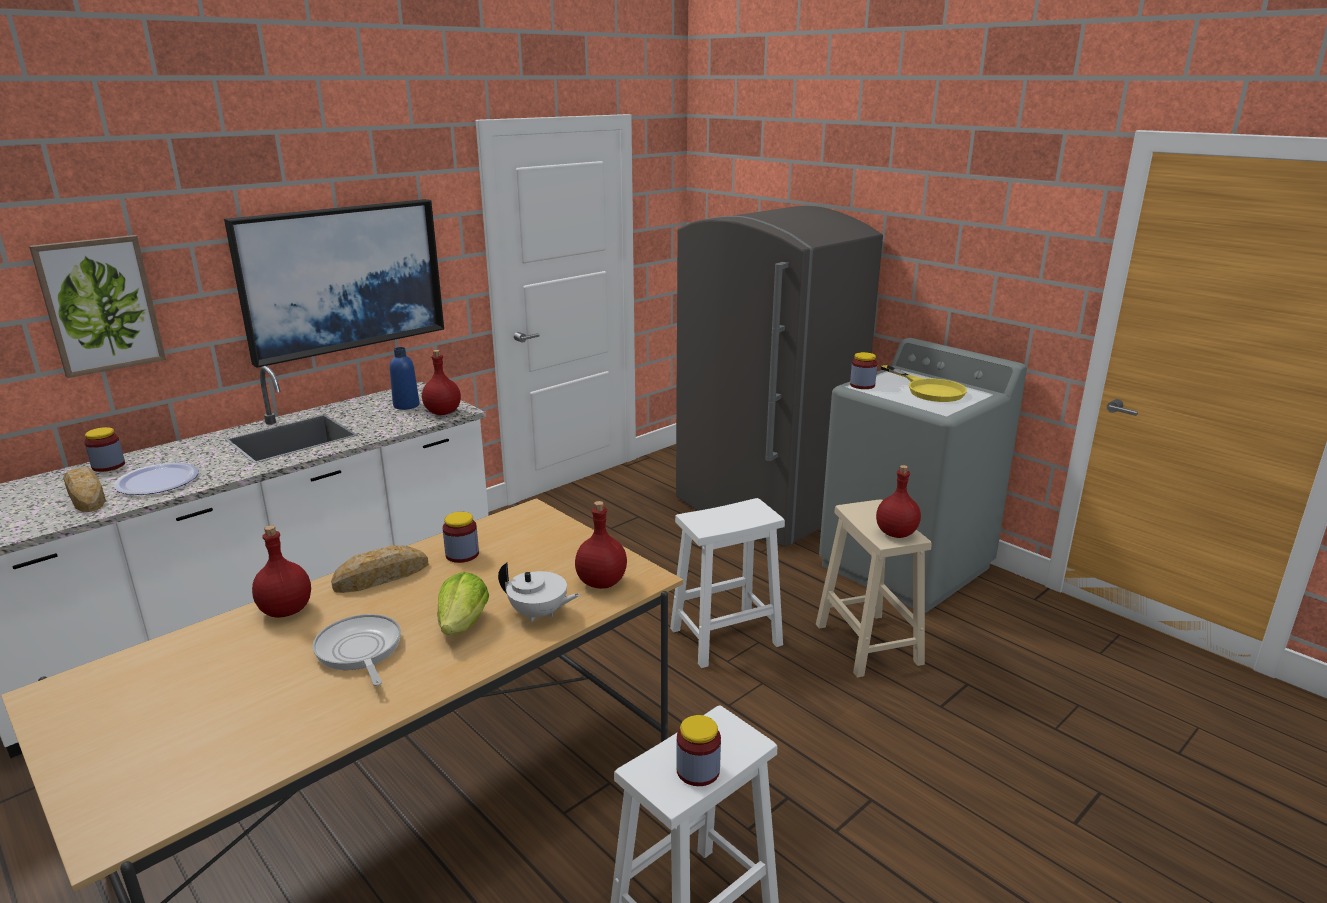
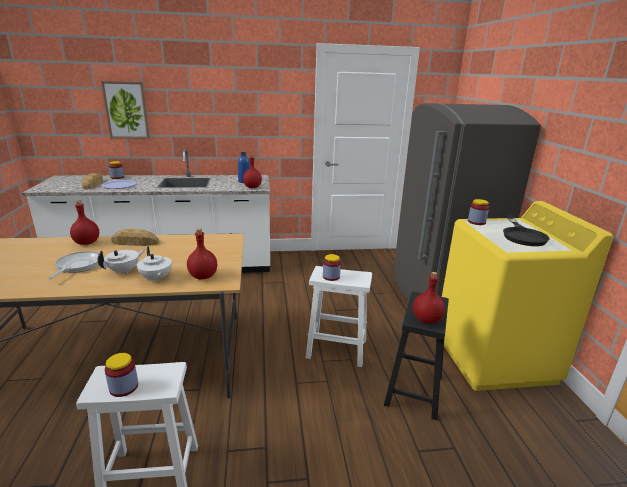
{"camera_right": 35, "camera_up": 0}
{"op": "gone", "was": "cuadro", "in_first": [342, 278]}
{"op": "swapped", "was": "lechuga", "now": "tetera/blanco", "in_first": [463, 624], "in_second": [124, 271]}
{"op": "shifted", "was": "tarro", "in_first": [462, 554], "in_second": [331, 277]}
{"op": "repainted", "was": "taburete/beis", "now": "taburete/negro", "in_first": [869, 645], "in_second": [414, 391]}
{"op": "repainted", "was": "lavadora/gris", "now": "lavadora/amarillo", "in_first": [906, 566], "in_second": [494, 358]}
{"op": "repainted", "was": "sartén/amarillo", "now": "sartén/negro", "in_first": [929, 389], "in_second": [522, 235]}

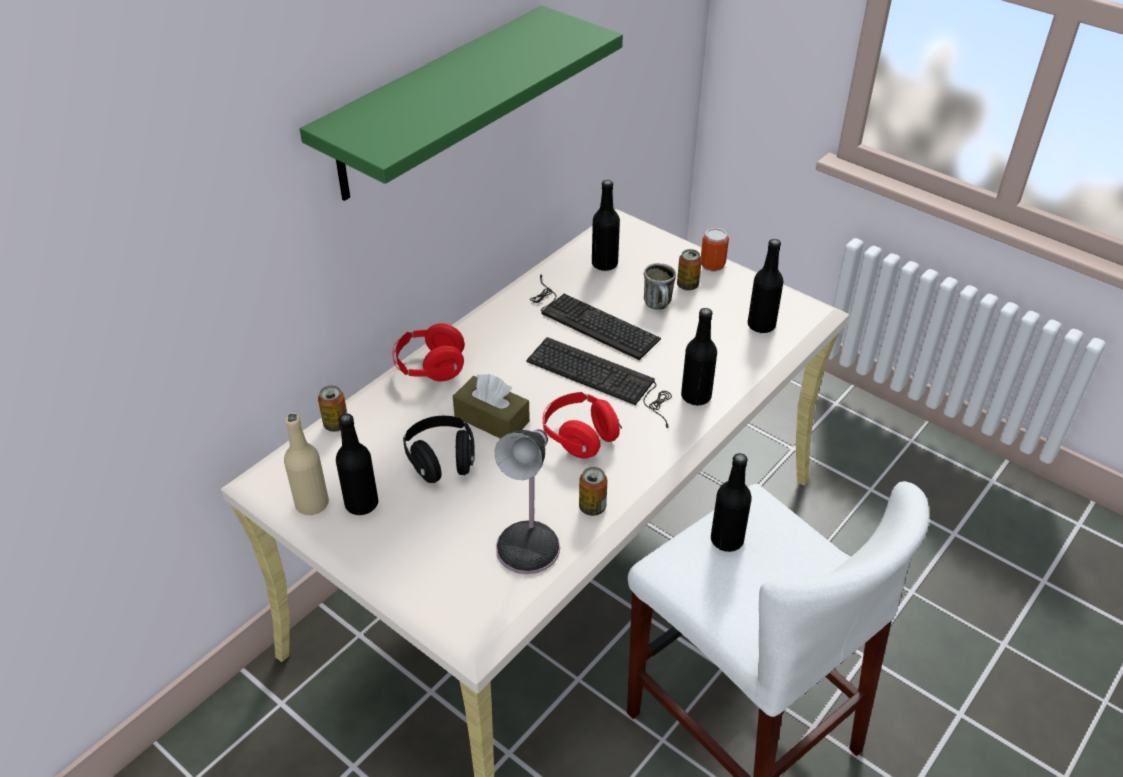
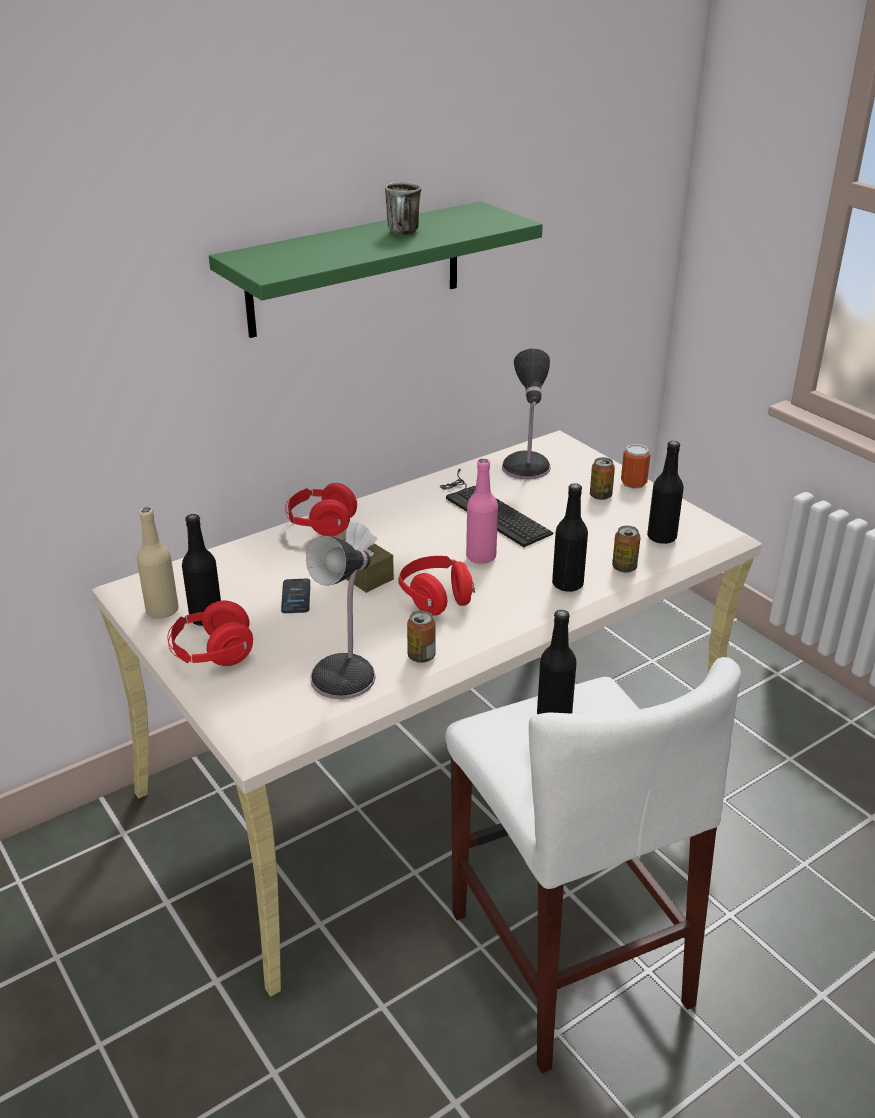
{"camera_right": 15, "camera_up": -10}
{"op": "shifted", "was": "lata", "in_first": [336, 424], "in_second": [624, 567]}
{"op": "swapped", "was": "auriculares/negro", "now": "móvil", "in_first": [441, 461], "in_second": [296, 597]}
{"op": "swapped", "was": "teclado", "now": "botella/rosa", "in_first": [603, 379], "in_second": [481, 557]}
{"op": "swapped", "was": "botella/negro", "now": "lámpara de mesa", "in_first": [604, 264], "in_second": [525, 469]}
{"op": "shifted", "was": "taza grande", "in_first": [659, 306], "in_second": [404, 233]}
{"op": "new", "now": "auriculares/rojo", "in_second": [212, 654]}

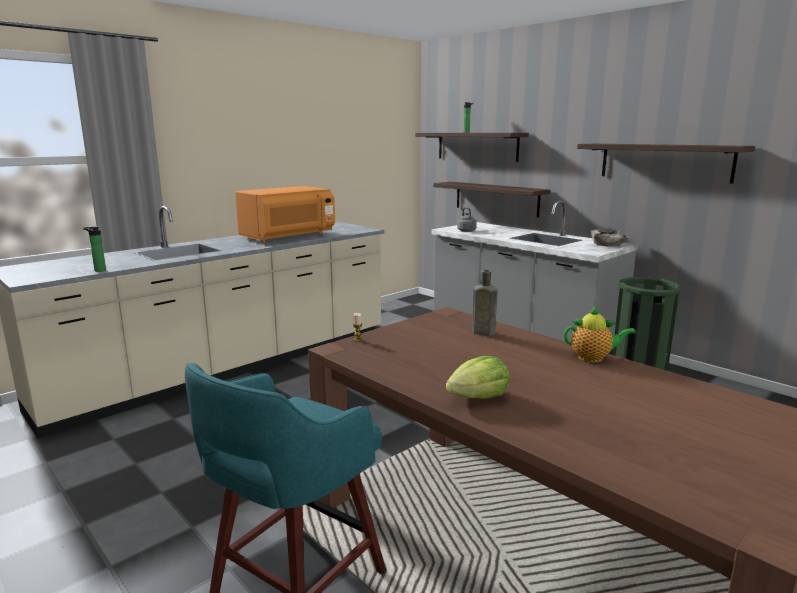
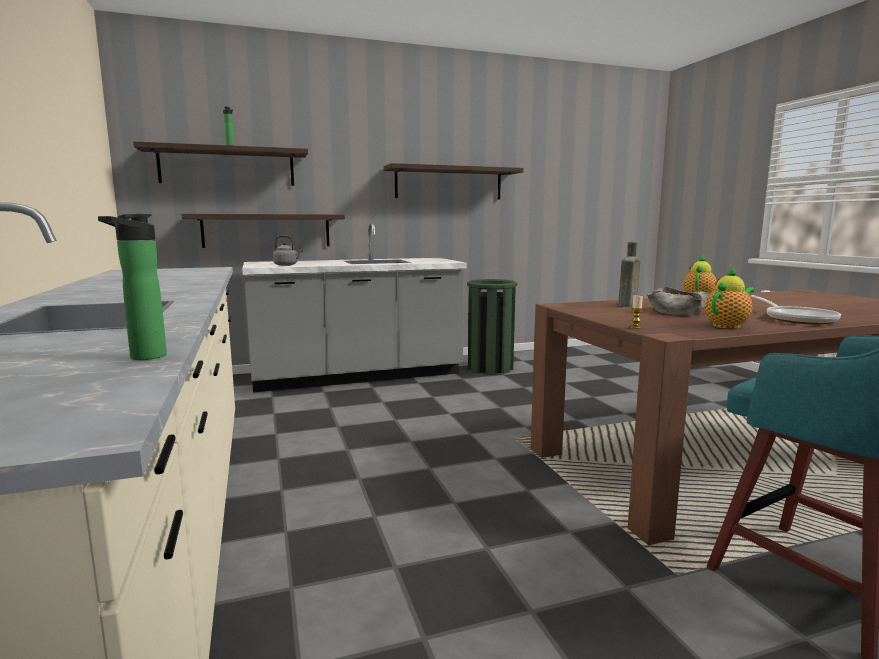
{"camera_right": -65, "camera_up": -5}
{"op": "gone", "was": "microondas/naranja", "in_first": [288, 237]}
{"op": "swapped", "was": "lechuga", "now": "sartén", "in_first": [479, 397], "in_second": [797, 319]}
{"op": "shifted", "was": "cuenco/beis", "in_first": [608, 244], "in_second": [678, 312]}
{"op": "new", "now": "tetera", "in_second": [728, 325]}

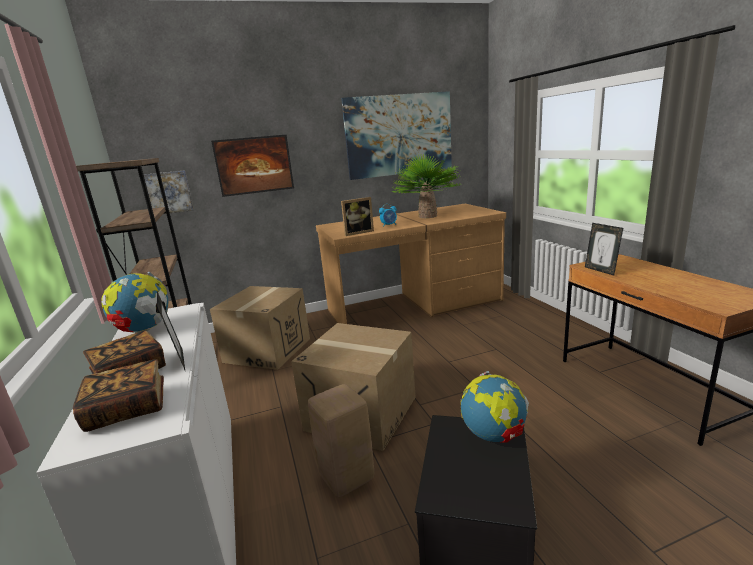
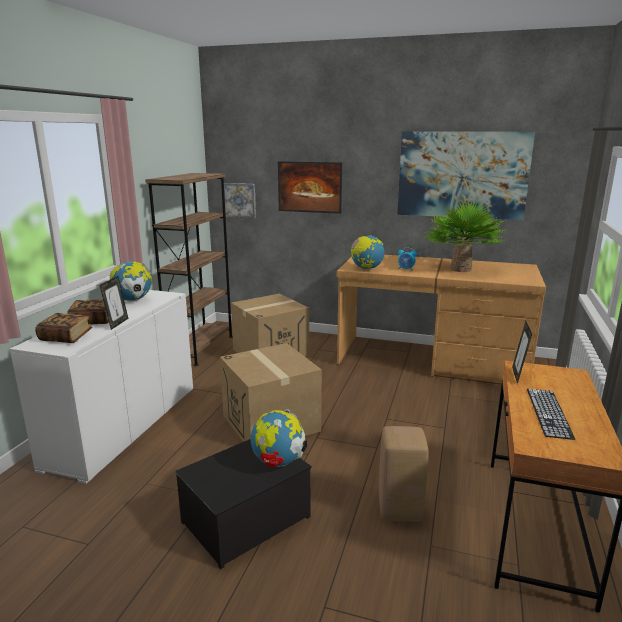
{"camera_right": 35, "camera_up": 0}
{"op": "shifted", "was": "taburete/beis", "in_first": [345, 477], "in_second": [399, 509]}
{"op": "swapped", "was": "portarretratos", "now": "globo terráqueo", "in_first": [358, 232], "in_second": [366, 269]}
{"op": "new", "now": "teclado", "in_second": [549, 412]}

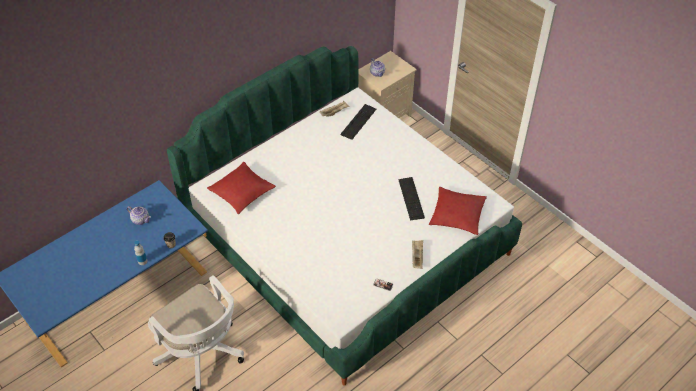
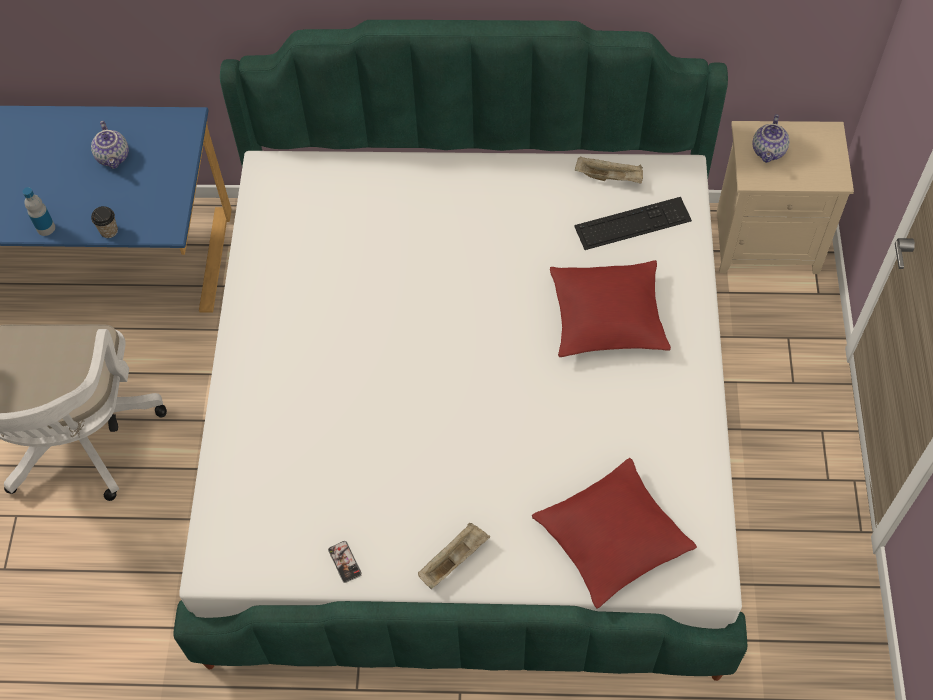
{"camera_right": 45, "camera_up": 10}
{"op": "shifted", "was": "cojín/rojo", "in_first": [242, 192], "in_second": [607, 317]}
{"op": "gone", "was": "teclado", "in_first": [411, 198]}

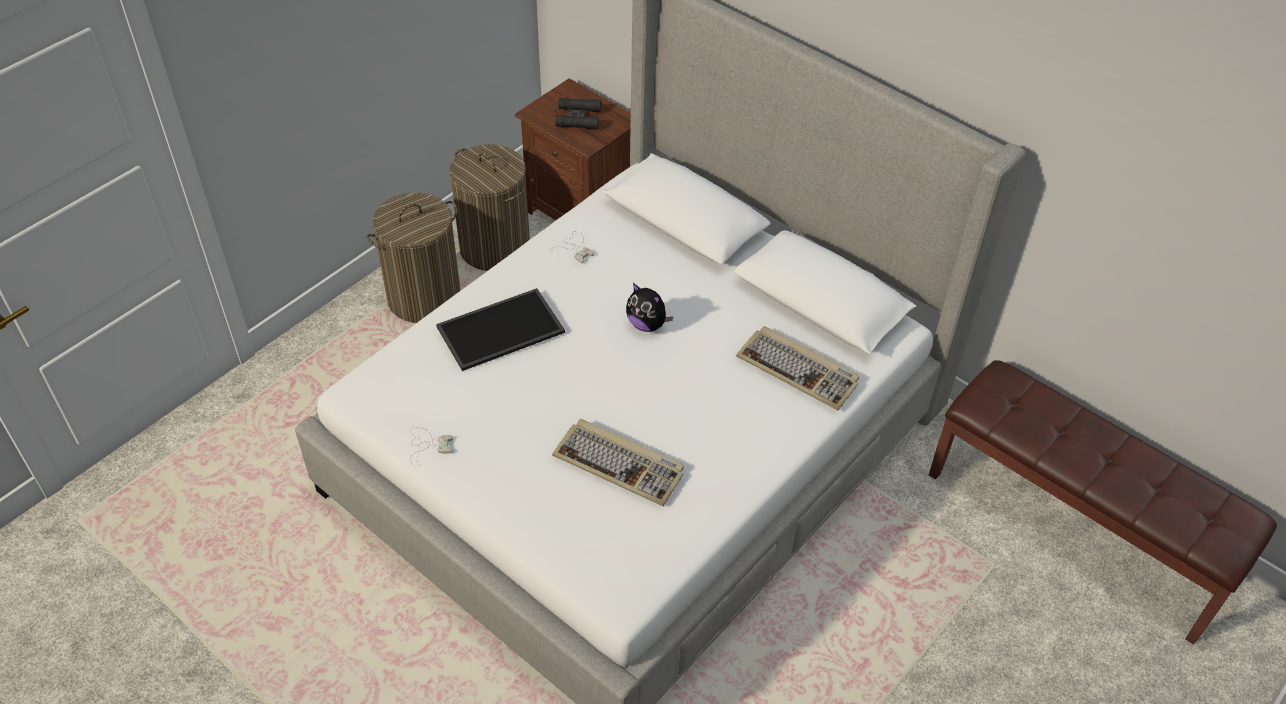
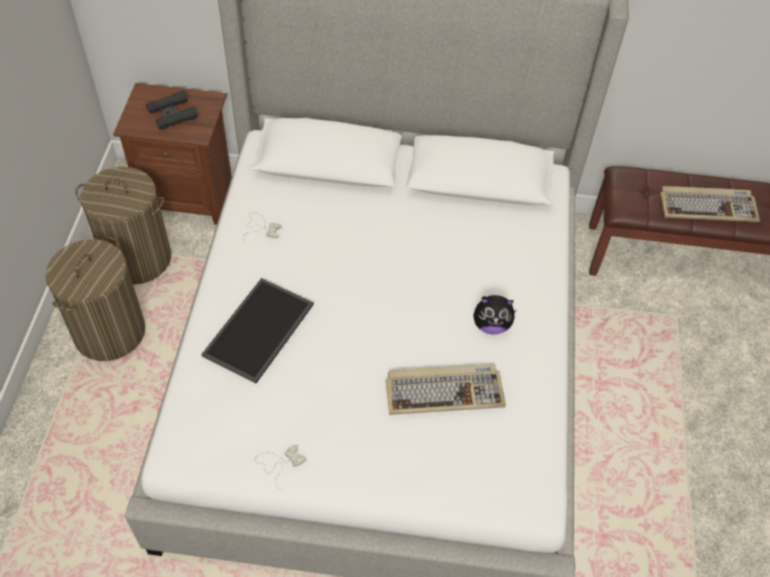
{"camera_right": -35, "camera_up": 5}
{"op": "shifted", "was": "peluche", "in_first": [647, 324], "in_second": [491, 325]}
{"op": "shifted", "was": "teclado", "in_first": [799, 370], "in_second": [708, 206]}

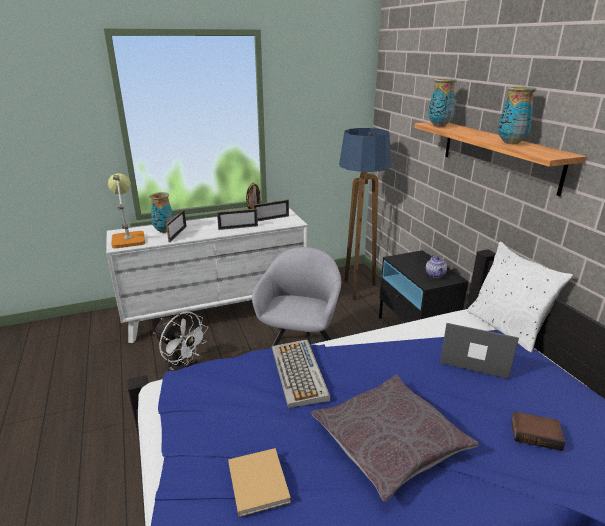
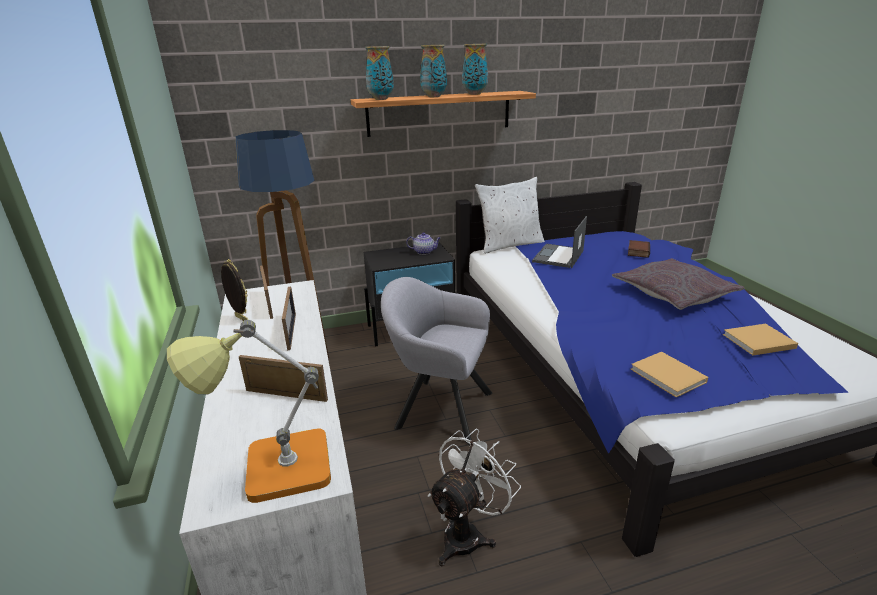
{"camera_right": -85, "camera_up": 0}
{"op": "shifted", "was": "florero", "in_first": [164, 231], "in_second": [434, 96]}
{"op": "gone", "was": "teclado", "in_first": [299, 373]}
{"op": "new", "now": "libro/beis", "in_second": [669, 377]}

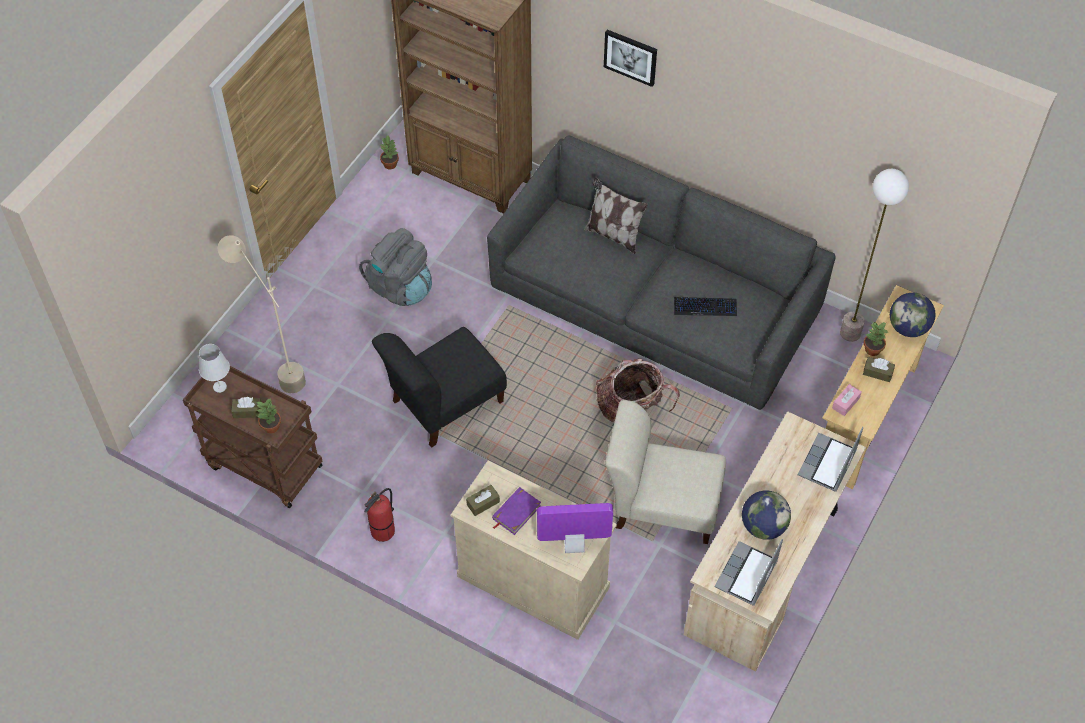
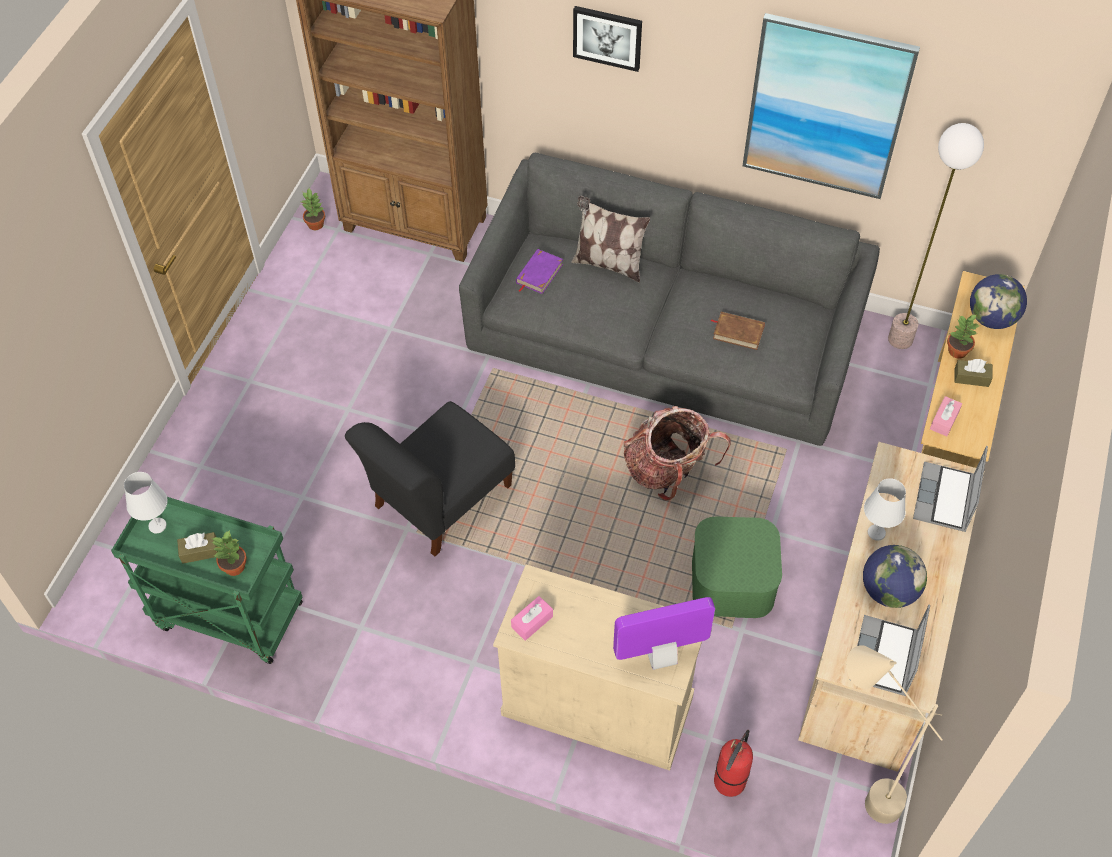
{"camera_right": -10, "camera_up": 0}
{"op": "repainted", "was": "carrito/marrón", "now": "carrito/verde", "in_first": [262, 466], "in_second": [226, 616]}
{"op": "shifted", "was": "lámpara de pie/beis", "in_first": [277, 370], "in_second": [854, 790]}
{"op": "gone", "was": "mochila/gris", "in_first": [400, 287]}
{"op": "shifted", "was": "extintor", "in_first": [383, 531], "in_second": [730, 782]}
{"op": "repainted", "was": "caja de pañuelos/marrón", "now": "caja de pañuelos/rosa", "in_first": [483, 503], "in_second": [532, 622]}
{"op": "shifted", "was": "libro/morado", "in_first": [516, 512], "in_second": [539, 273]}
{"op": "swapped", "was": "silla/beis", "now": "caja de almacenaje/verde", "in_first": [662, 504], "in_second": [732, 580]}
{"op": "swapped", "was": "teclado", "now": "libro/marrón", "in_first": [705, 307], "in_second": [738, 332]}
{"op": "new", "now": "cuadro", "in_second": [826, 107]}
{"op": "new", "now": "lámpara de mesa/blanco", "in_second": [876, 533]}

